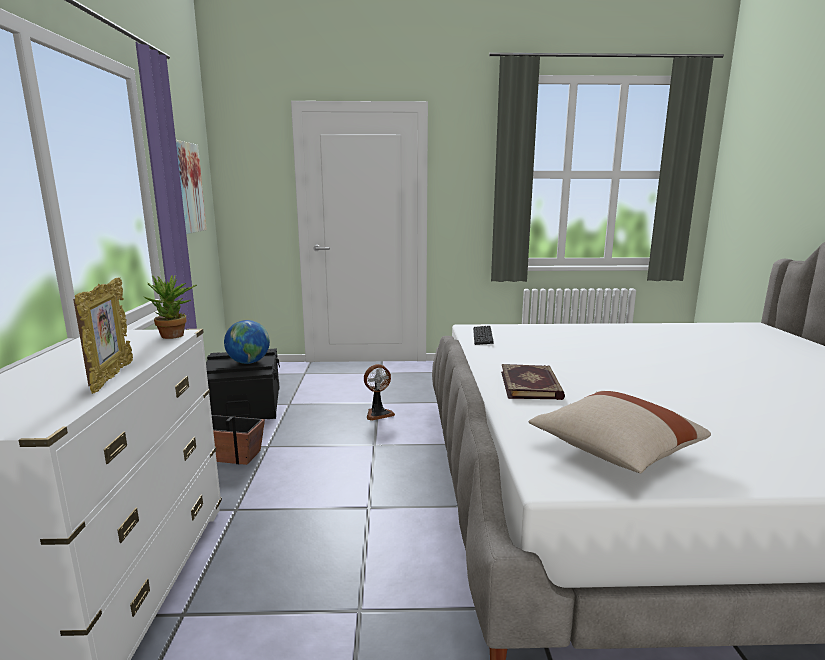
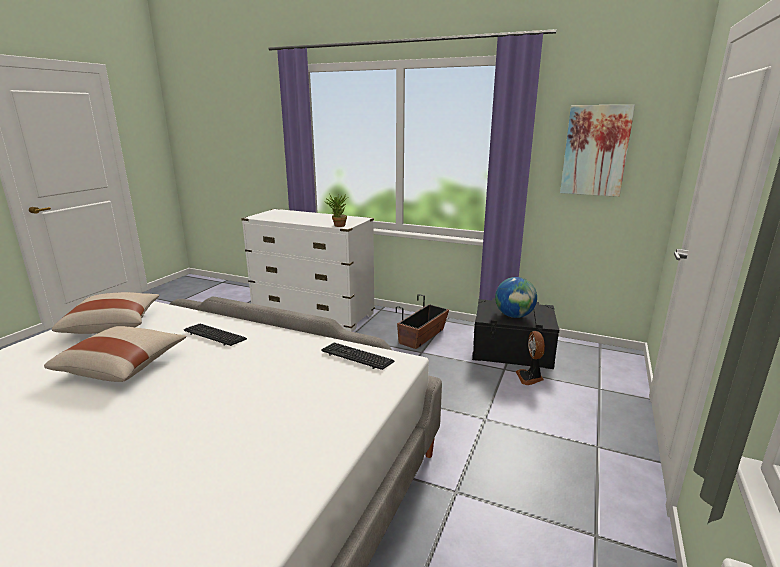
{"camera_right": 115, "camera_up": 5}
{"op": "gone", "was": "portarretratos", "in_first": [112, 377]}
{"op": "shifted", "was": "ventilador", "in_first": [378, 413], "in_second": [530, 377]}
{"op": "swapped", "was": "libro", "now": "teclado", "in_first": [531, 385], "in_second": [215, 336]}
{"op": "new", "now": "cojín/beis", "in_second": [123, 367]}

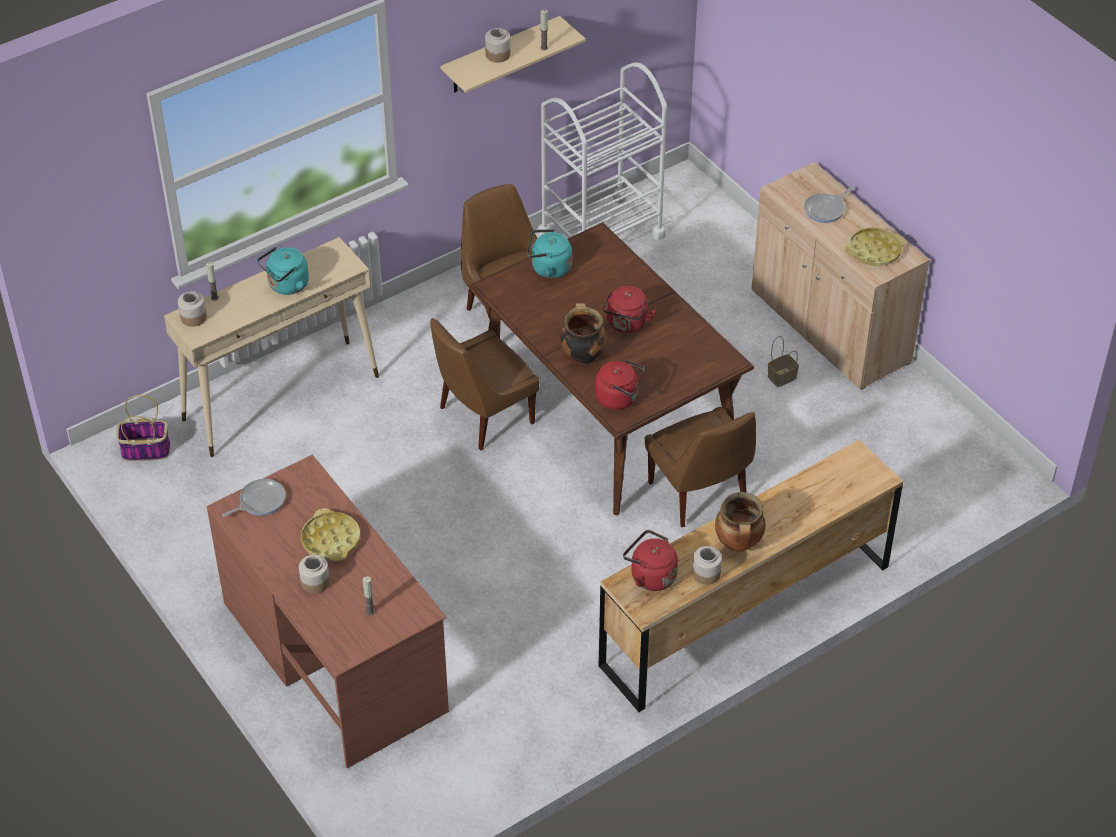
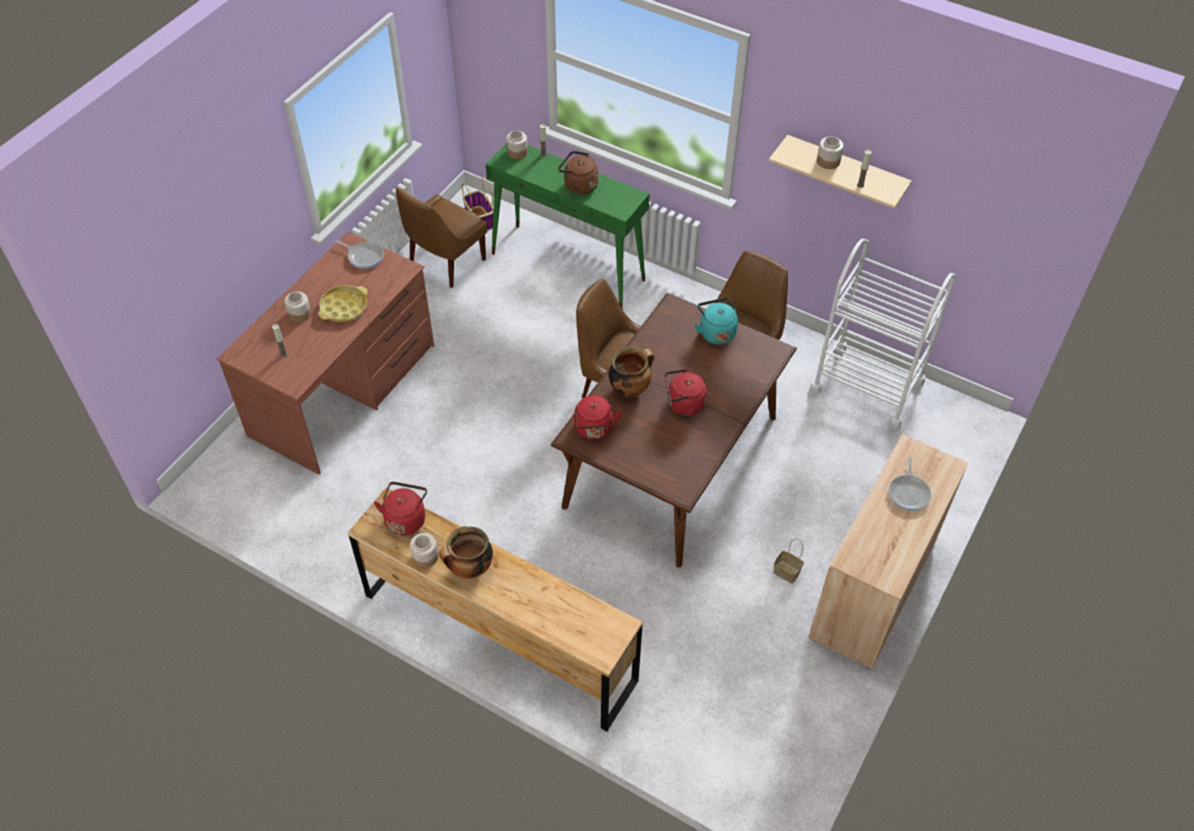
{"camera_right": 65, "camera_up": 5}
{"op": "repainted", "was": "mesa consola/beis", "now": "mesa consola/verde", "in_first": [282, 397], "in_second": [568, 267]}
{"op": "repainted", "was": "hervidor/turquesa", "now": "hervidor/marrón", "in_first": [286, 286], "in_second": [578, 185]}
{"op": "shifted", "was": "silla/marrón", "in_first": [699, 494], "in_second": [445, 263]}
{"op": "rotated", "was": "sartén", "in_first": [826, 209], "in_second": [909, 492], "clockwise": -105}
{"op": "gone", "was": "bandeja/amarillo", "in_first": [874, 251]}

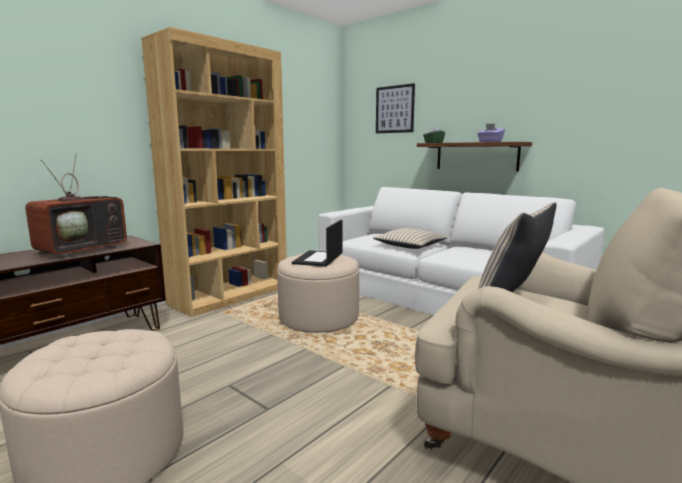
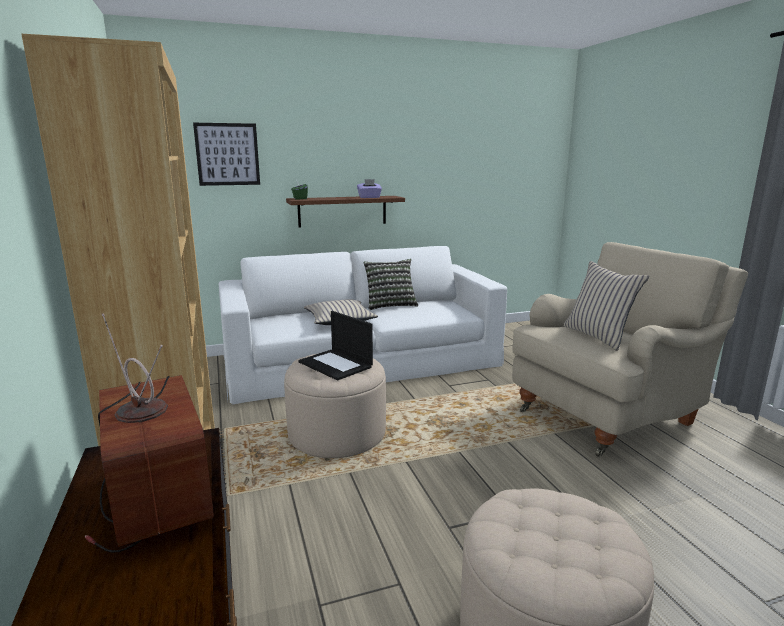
{"camera_right": -60, "camera_up": 5}
{"op": "new", "now": "cojín", "in_second": [390, 305]}

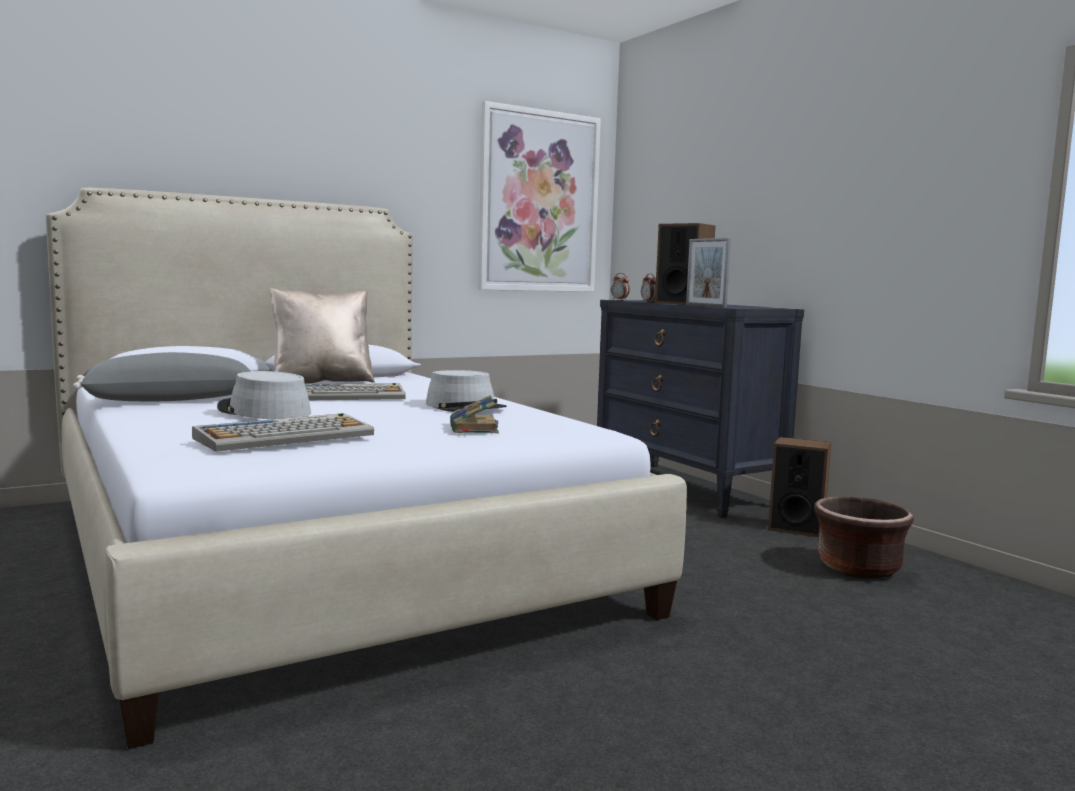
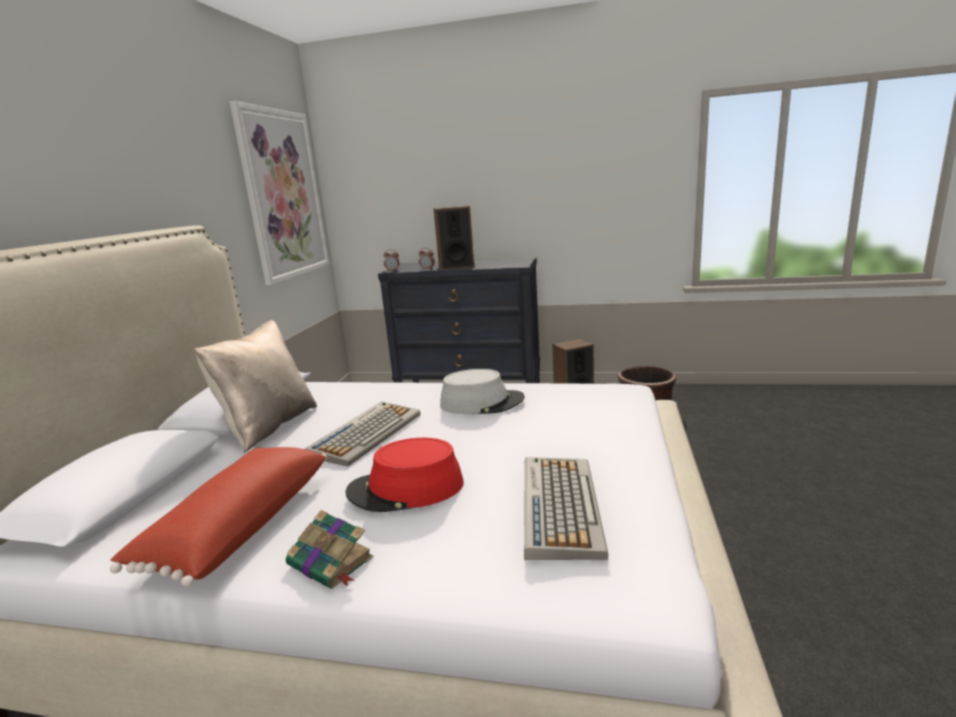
{"camera_right": -45, "camera_up": 10}
{"op": "repainted", "was": "cojín/gris", "now": "cojín/rojo", "in_first": [171, 399], "in_second": [238, 526]}
{"op": "repainted", "was": "sombrero/gris", "now": "sombrero/rojo", "in_first": [263, 411], "in_second": [406, 489]}
{"op": "shifted", "was": "libro", "in_first": [474, 428], "in_second": [331, 562]}
{"op": "gone", "was": "portarretratos", "in_first": [705, 306]}

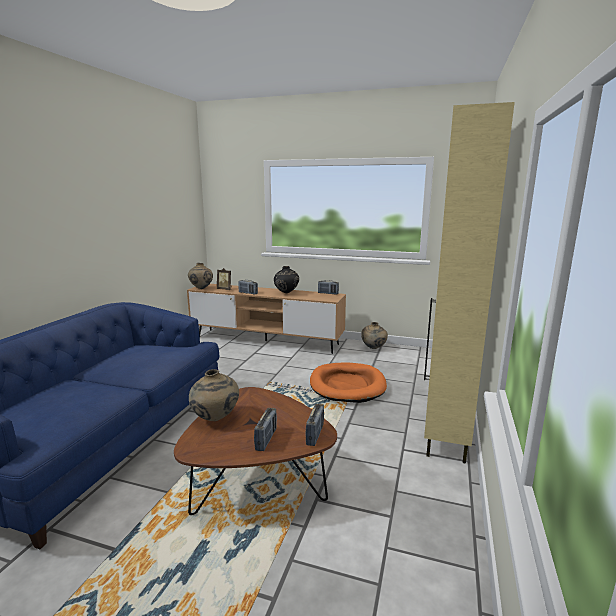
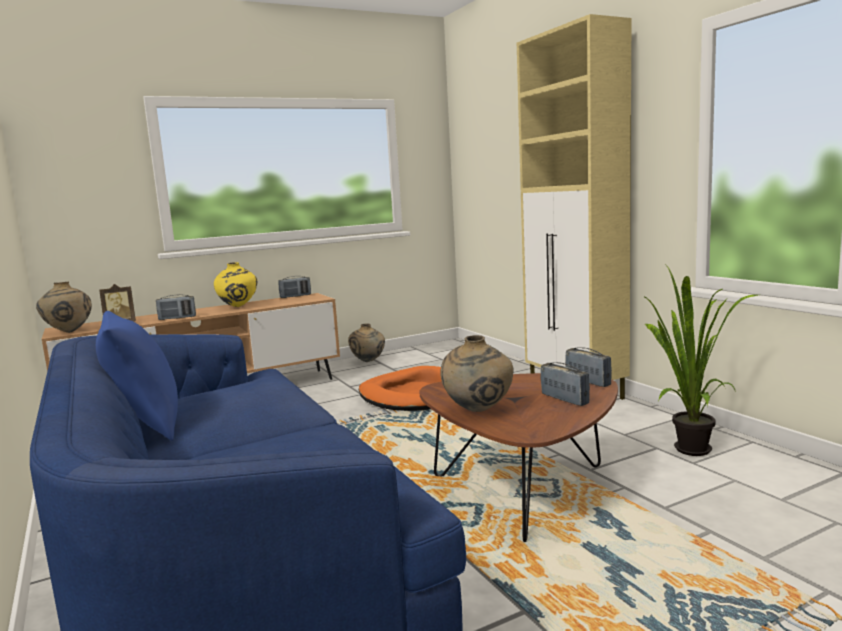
{"camera_right": -45, "camera_up": -5}
{"op": "repainted", "was": "florero/negro", "now": "florero/amarillo", "in_first": [286, 293], "in_second": [238, 307]}
{"op": "new", "now": "cojín/azul", "in_second": [146, 426]}
{"op": "new", "now": "planta en maceta", "in_second": [687, 452]}

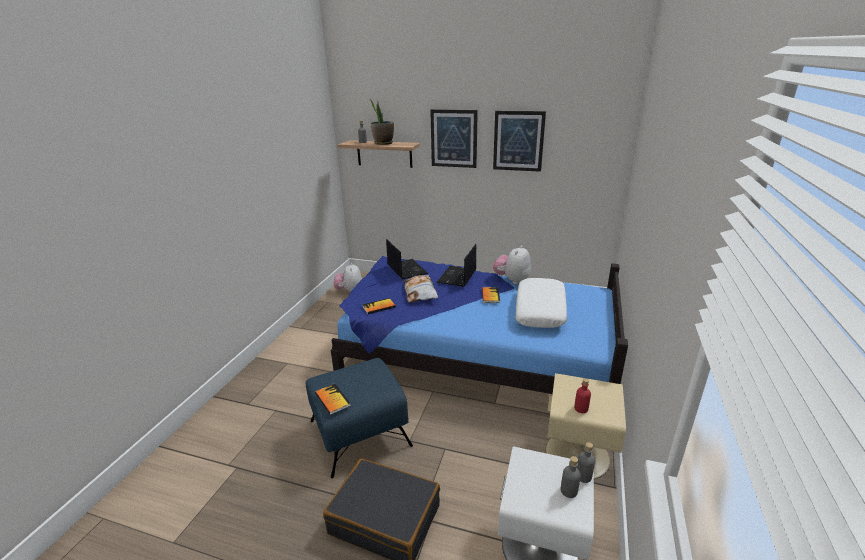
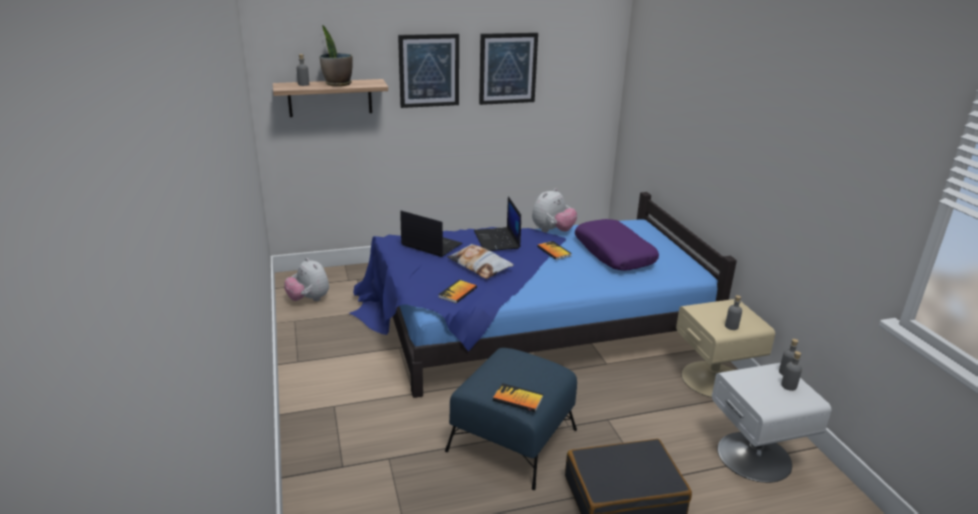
{"camera_right": -35, "camera_up": 0}
{"op": "rotated", "was": "peluche", "in_first": [512, 280], "in_second": [552, 231], "clockwise": -135}
{"op": "repainted", "was": "cojín/blanco", "now": "cojín/morado", "in_first": [540, 310], "in_second": [614, 253]}
{"op": "repainted", "was": "botella/rojo", "now": "botella/gris", "in_first": [581, 408], "in_second": [731, 326]}

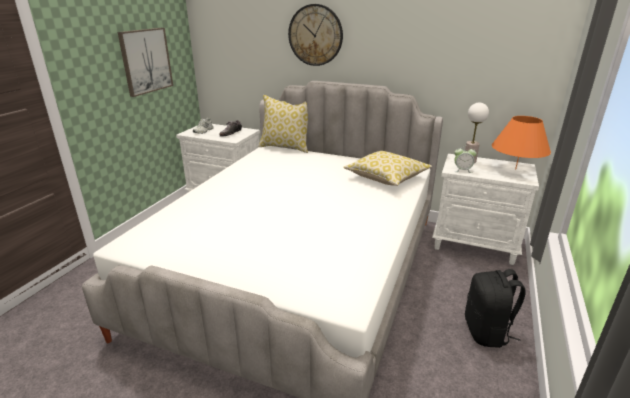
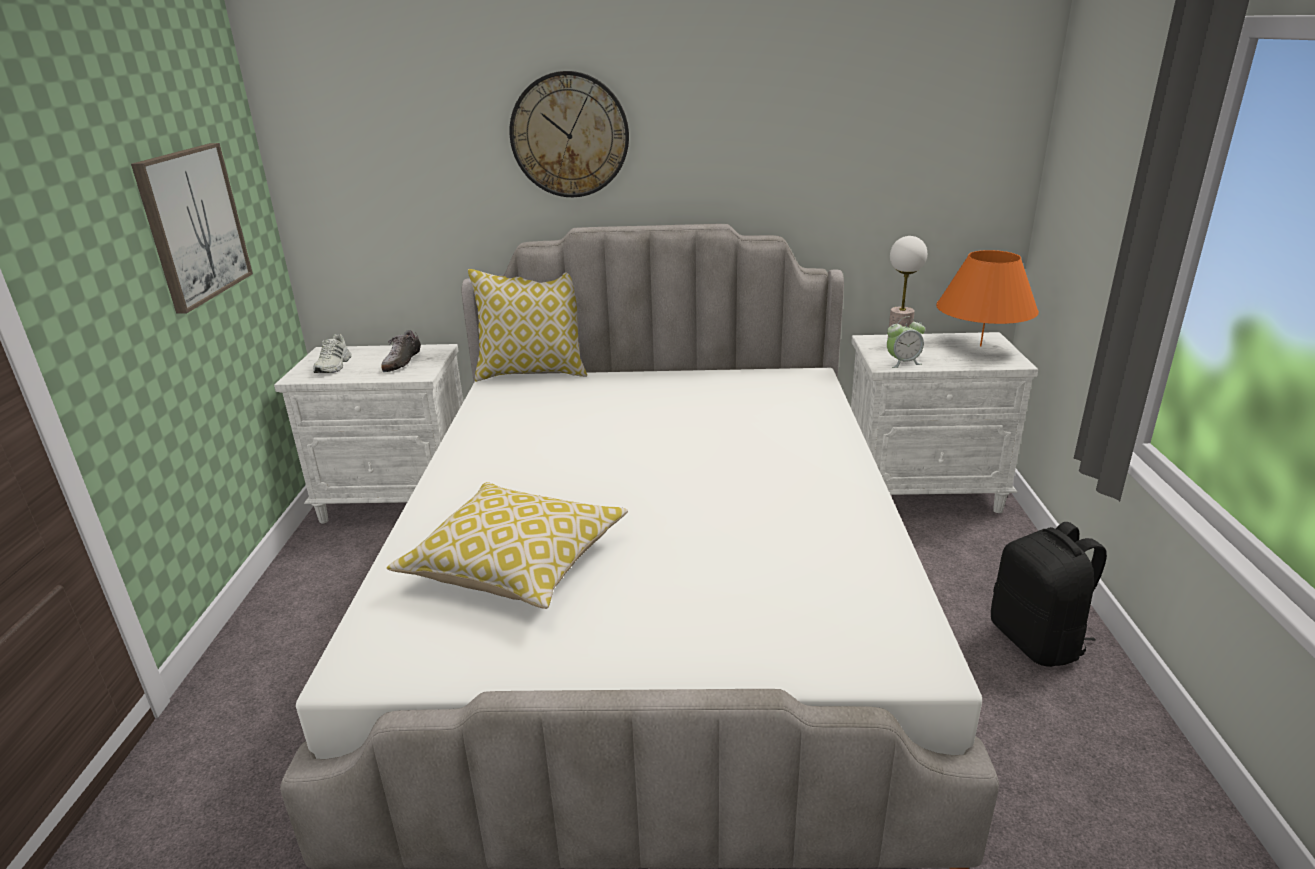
{"camera_right": -20, "camera_up": 0}
{"op": "shifted", "was": "cojín", "in_first": [386, 177], "in_second": [516, 565]}

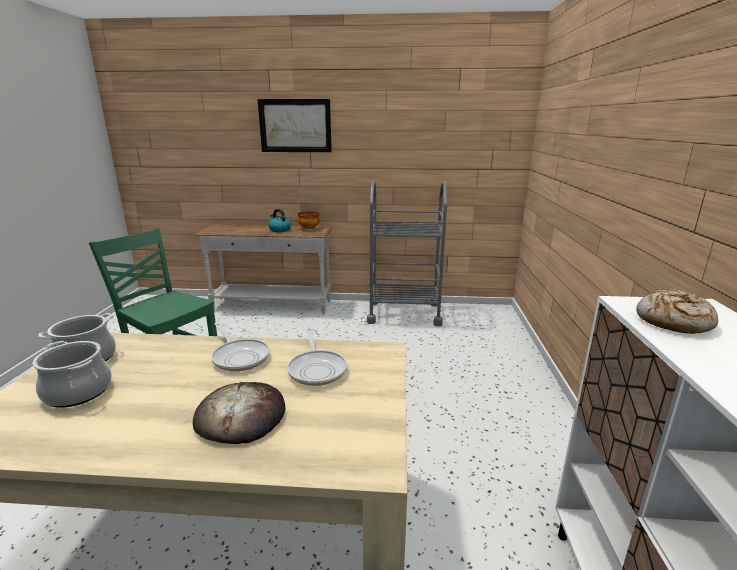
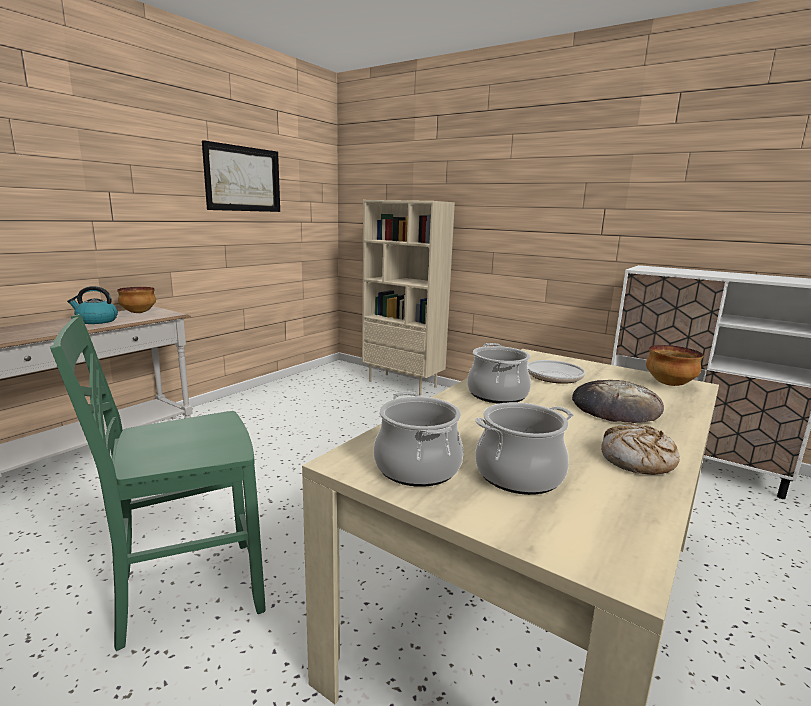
{"camera_right": -60, "camera_up": -5}
{"op": "swapped", "was": "sartén", "now": "olla", "in_first": [239, 356], "in_second": [497, 394]}
{"op": "shifted", "was": "cuadro", "in_first": [295, 126], "in_second": [243, 179]}
{"op": "gone", "was": "carrito/gris", "in_first": [404, 313]}
{"op": "shifted", "was": "pan", "in_first": [673, 322], "in_second": [637, 460]}
{"op": "new", "now": "estantería/beis", "in_second": [403, 384]}
{"op": "new", "now": "cuenco", "in_second": [670, 384]}

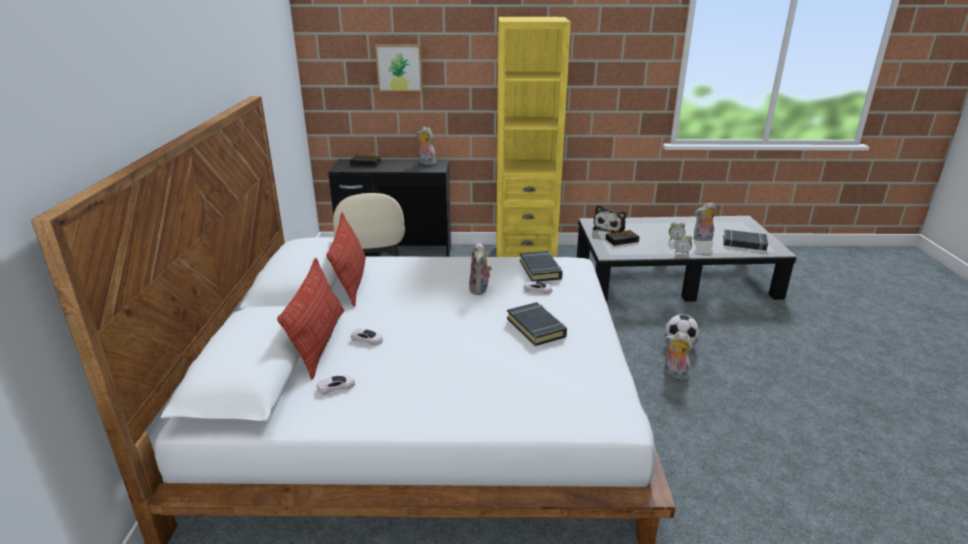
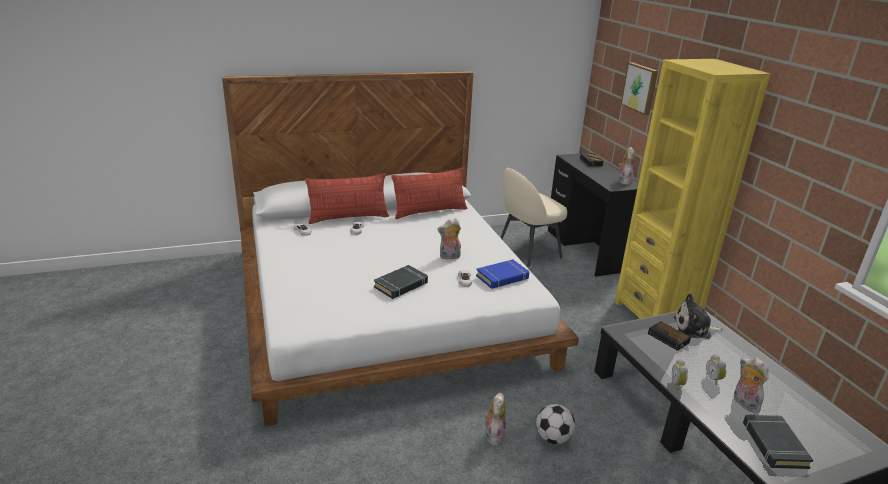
{"camera_right": 70, "camera_up": 0}
{"op": "repainted", "was": "libro/negro", "now": "libro/azul", "in_first": [540, 270], "in_second": [502, 277]}

